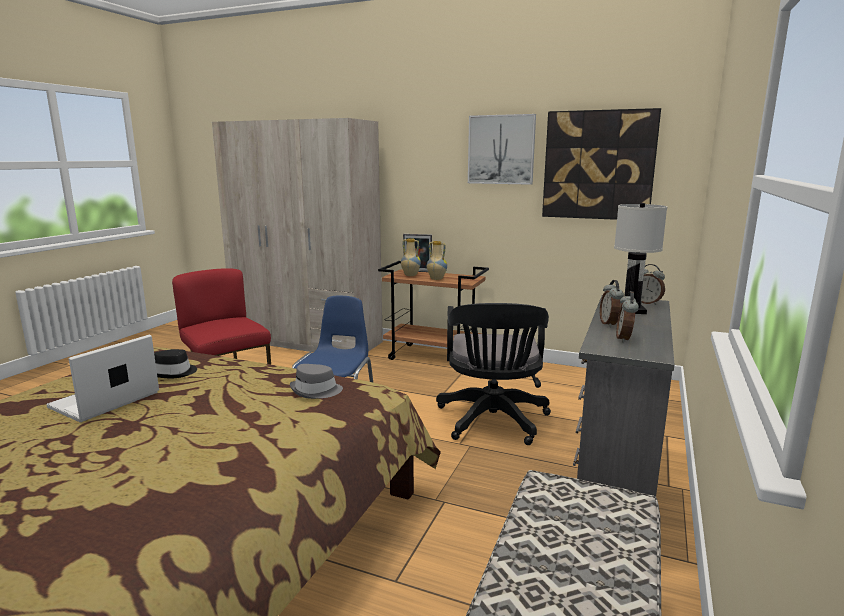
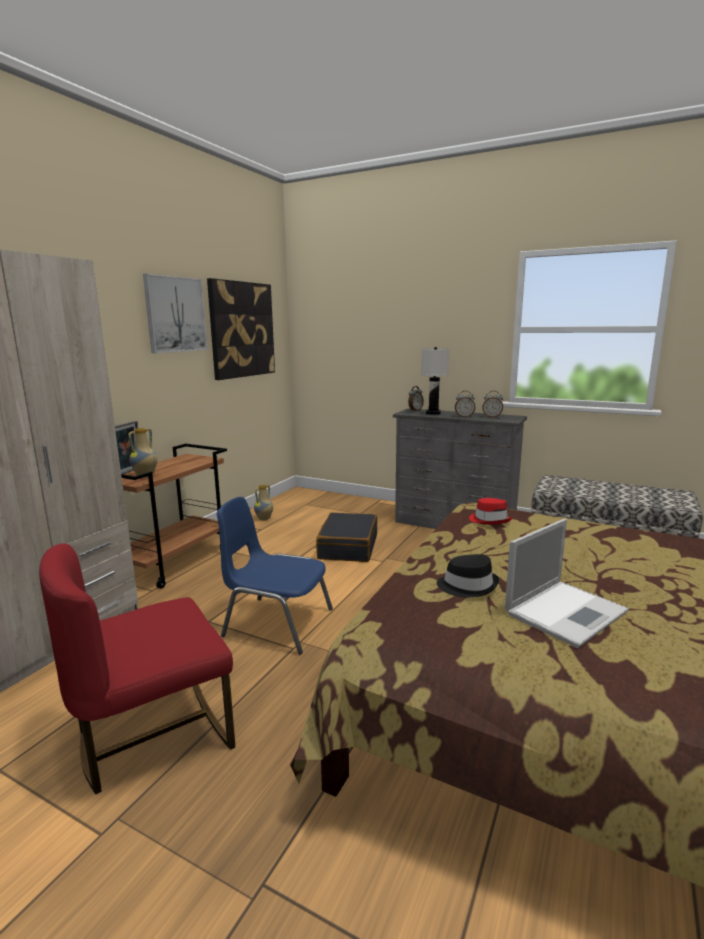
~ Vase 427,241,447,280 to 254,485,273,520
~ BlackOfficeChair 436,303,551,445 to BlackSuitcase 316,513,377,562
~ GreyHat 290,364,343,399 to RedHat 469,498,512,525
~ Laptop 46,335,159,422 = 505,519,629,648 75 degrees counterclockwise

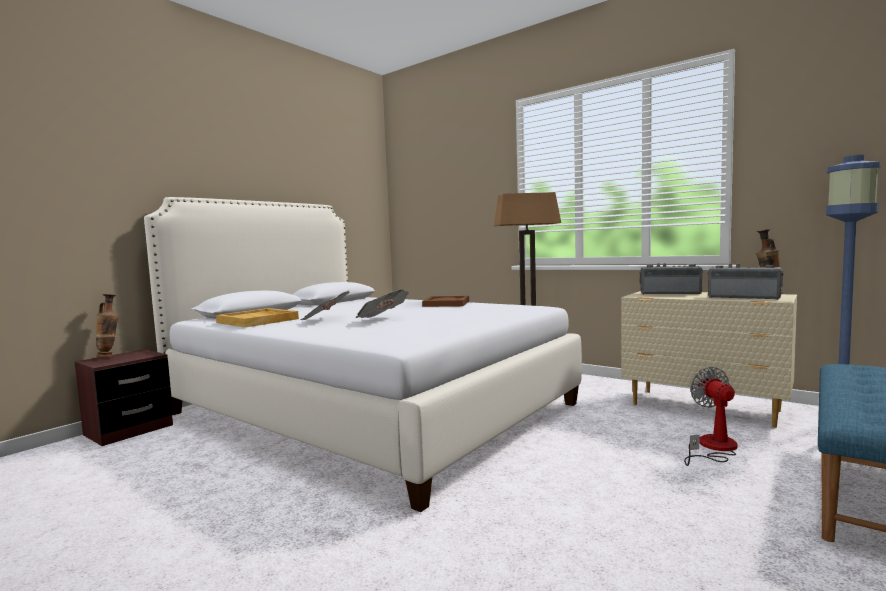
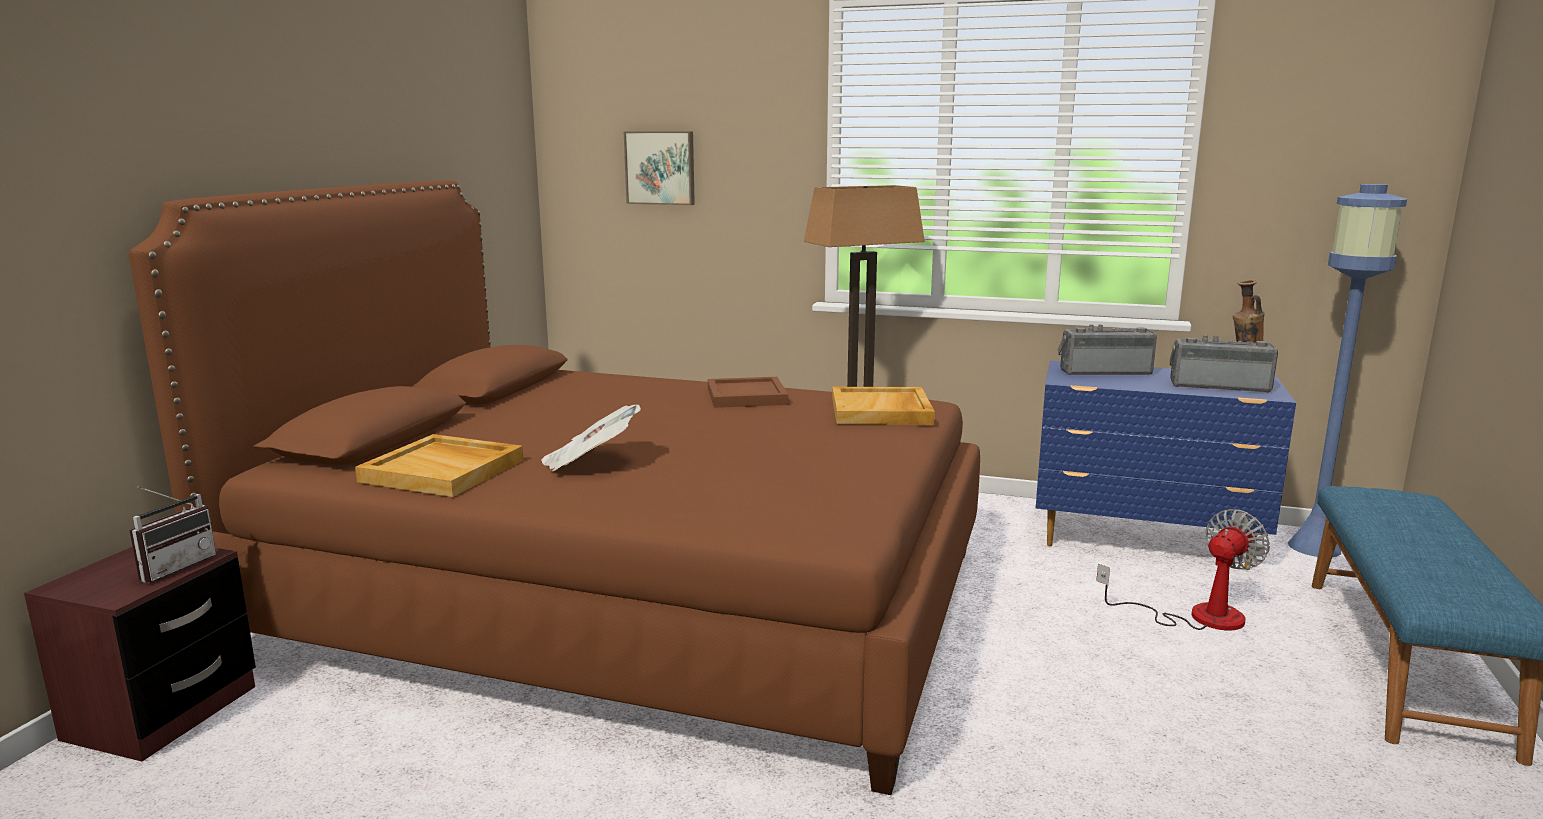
~ WhiteBed 144,197,582,512 to BrownBed 129,180,980,795
+ Radio 129,487,216,583
+ Picture 624,131,695,205
+ BeigeTray 832,387,935,425
~ BeigeDresser 621,291,797,428 to BlueDresser 1035,360,1296,570
~ Fan 684,367,738,466 = 1096,509,1270,631 75 degrees clockwise
- Vase 96,294,119,358
- Newspaper 355,289,409,318

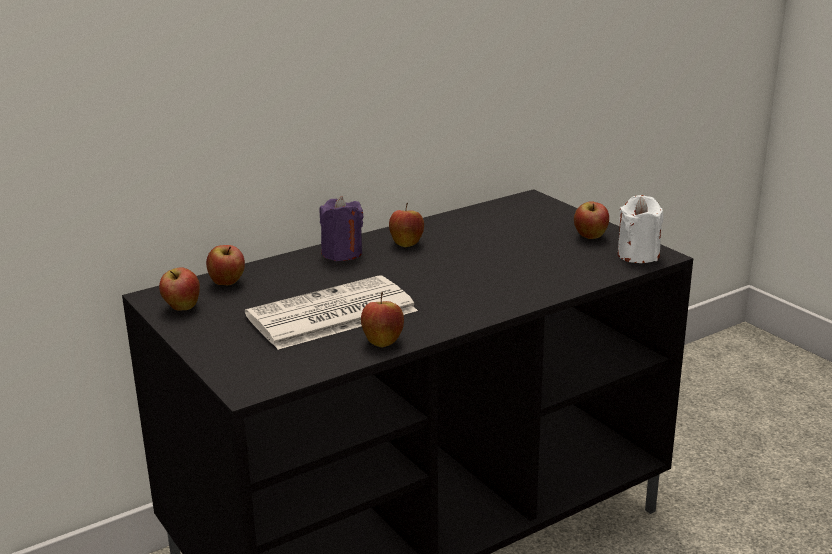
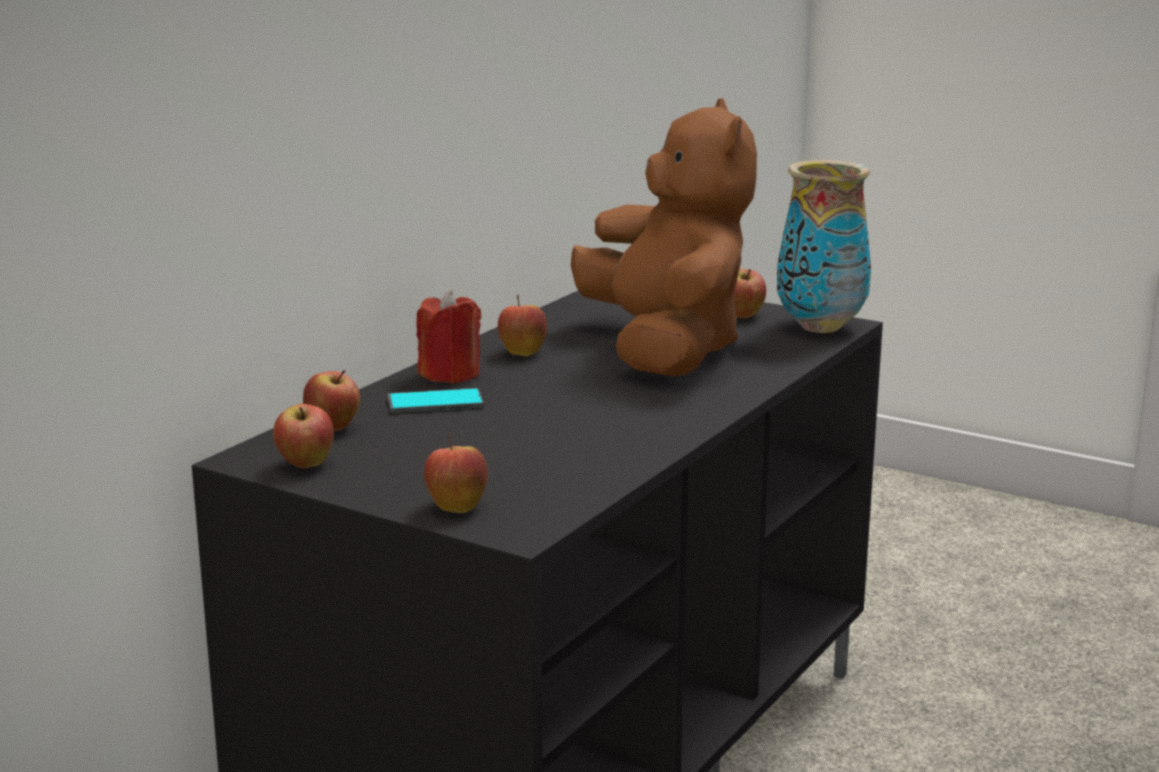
+ Phone 387,388,484,413
~ PurpleCandle 319,196,363,261 to RedCandle 416,290,481,383
~ Apple 361,292,404,347 to 424,433,488,513
+ BrownPlushToy 571,98,757,377
~ WhiteCandle 618,195,663,263 to Vase 777,160,871,333
- Newspaper 245,275,418,350

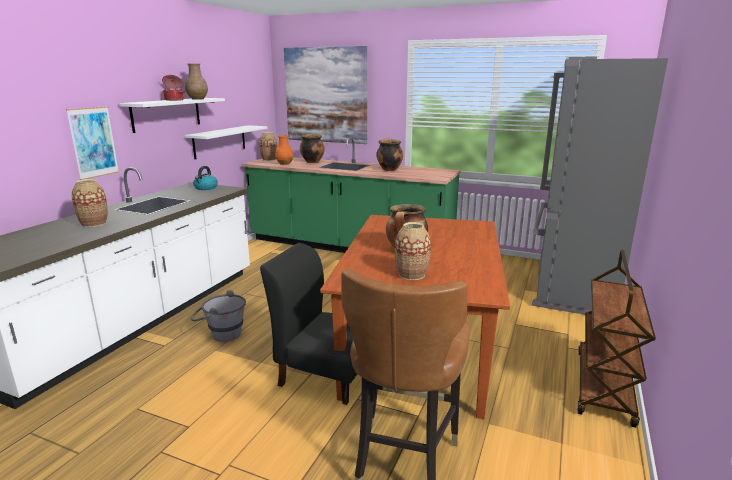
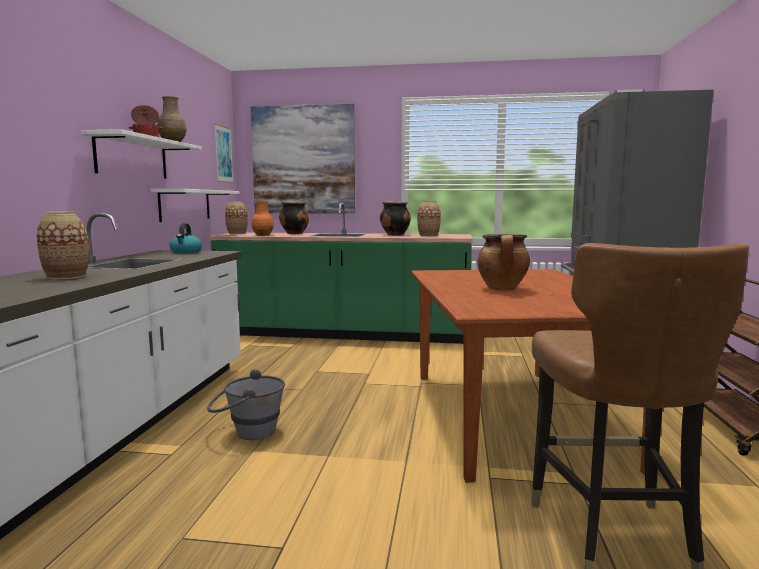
~ Picture 66,106,119,180 to 214,124,234,183
~ Vase 395,222,431,280 to 417,201,441,237
- BlackChair 260,243,357,405

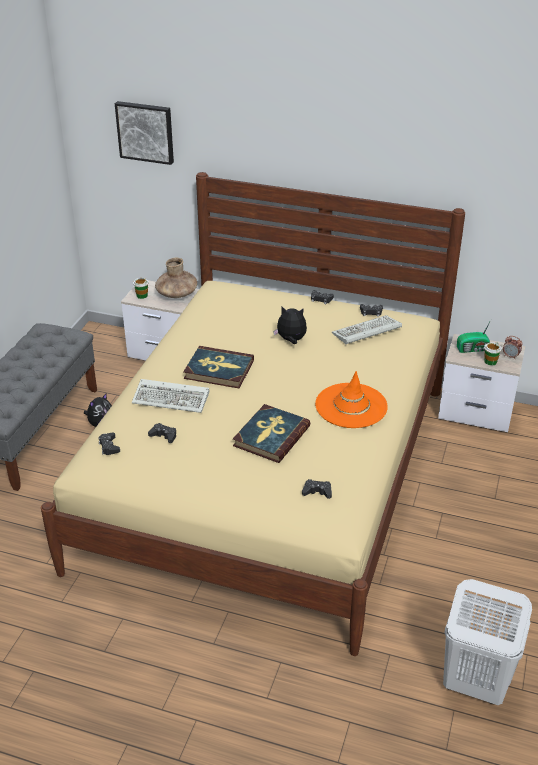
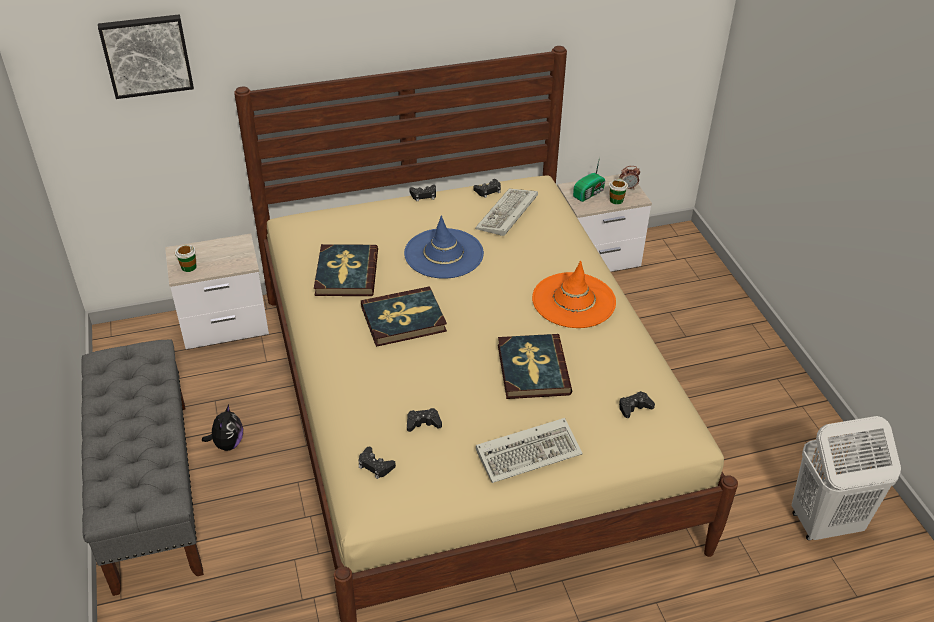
+ Book 314,244,378,296
~ PlushToy 273,306,307,344 to BlueHat 404,216,484,279
~ Keyboard 132,379,209,413 to 476,418,583,483
- BrownVase 155,258,197,298

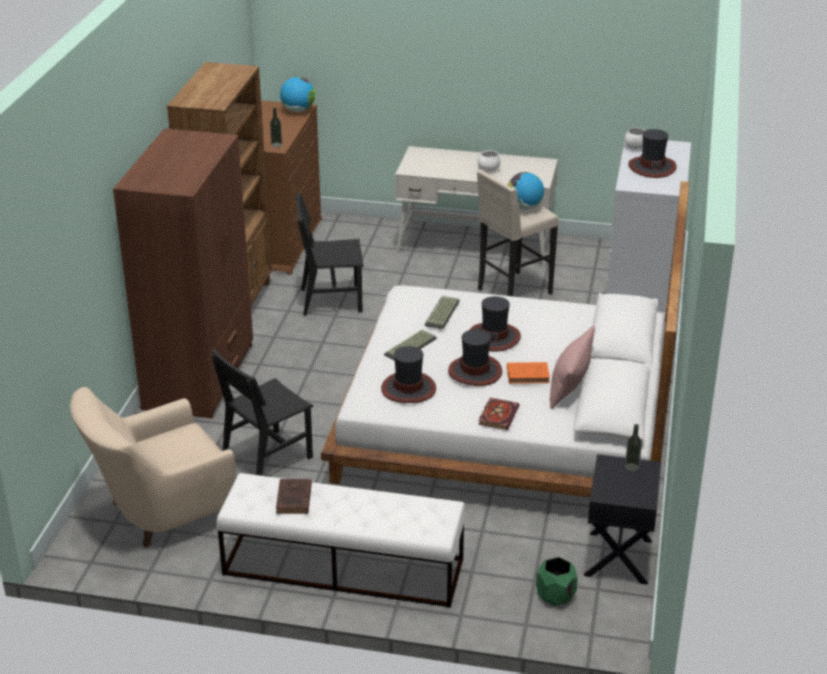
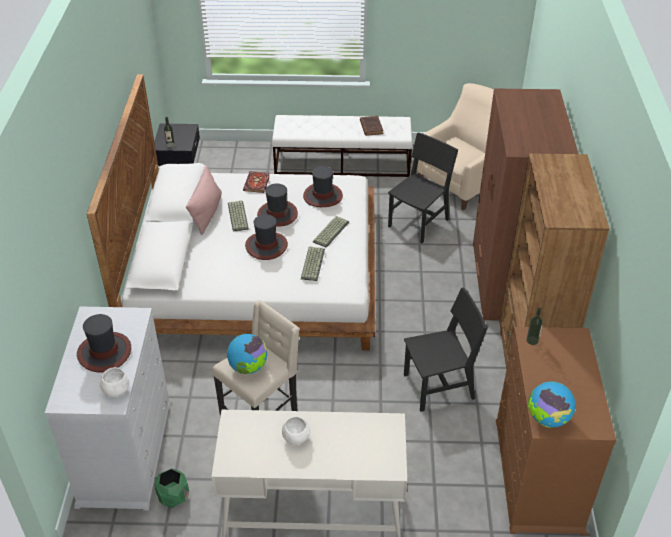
~ GreenPlanter 536,557,578,606 to 154,468,189,508
~ OrangeBook 507,362,550,384 to Keyboard 228,201,249,232

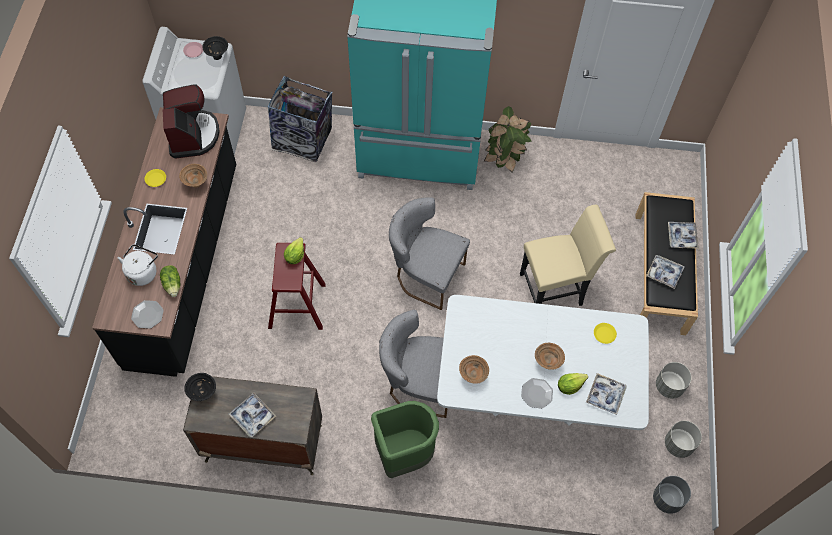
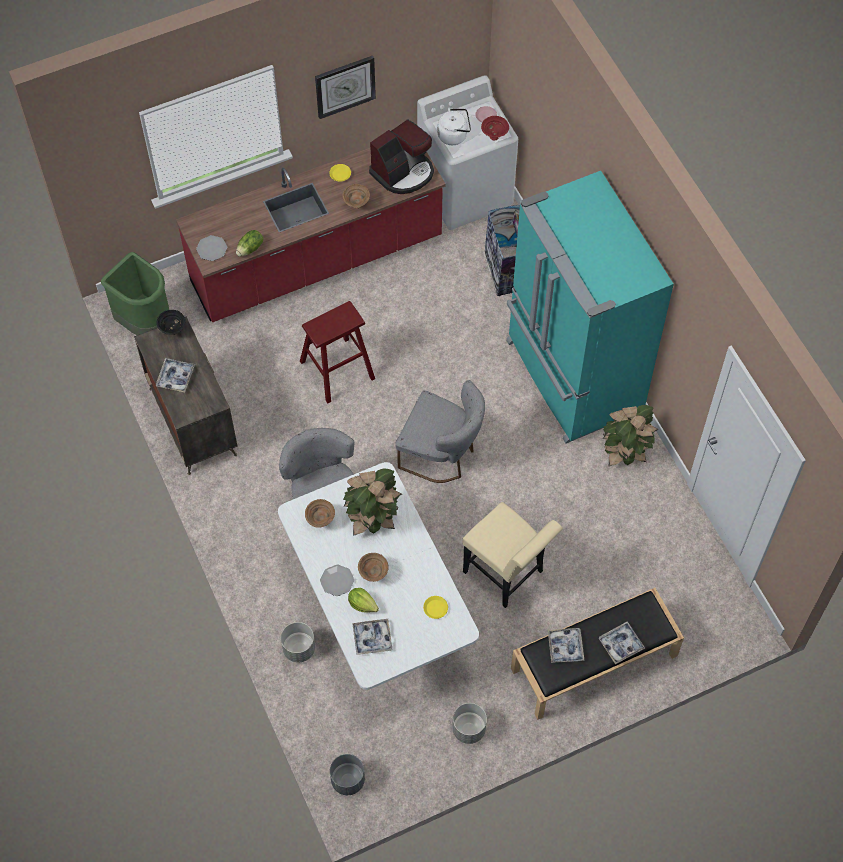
~ GreenTrashCan 371,401,439,478 to 101,252,169,335
~ BlackCounter 92,107,236,377 to RedCounter 176,148,446,322
~ GreyPlanter 665,421,702,458 to 281,622,315,663
+ WallClock 315,56,376,119
+ PottedPlant 343,469,402,536
~ GreyChair 389,197,470,310 = 395,380,485,483 120 degrees clockwise
~ WhiteKettle 118,244,158,286 to 438,108,471,145
~ BlackBowl 202,36,228,60 to RedBowl 481,116,509,141
- Lettuce 284,237,304,264

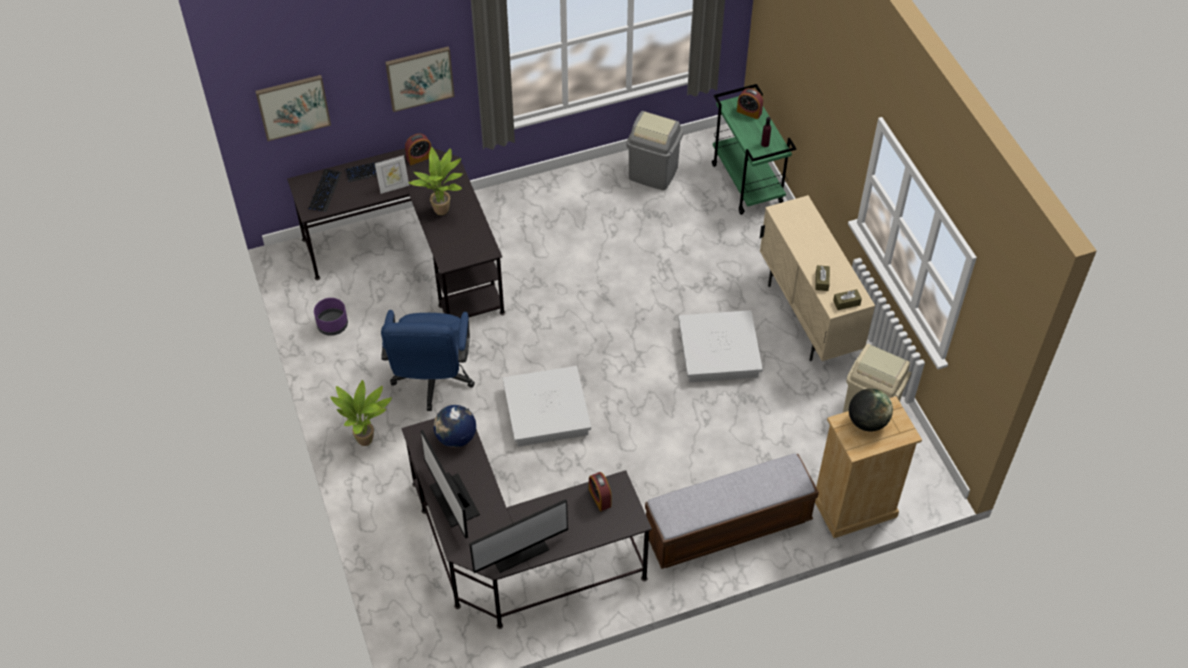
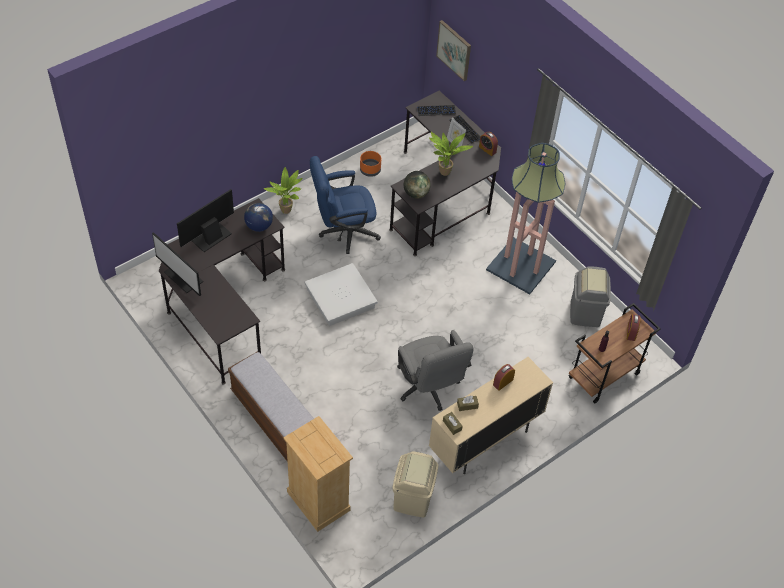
~ PurplePlanter 314,298,348,336 to OrangePlanter 360,151,381,177
~ WhiteStorageBox 678,310,763,382 to GreyOfficeChair 397,330,473,411
~ Globe 849,388,893,431 to 404,171,431,199
+ FloorLamp 486,143,566,294
~ AlarmClock 589,472,612,511 to 493,364,515,391
~ GreenCart 712,84,796,215 to BrownCart 568,303,661,404
- Picture 385,46,455,112

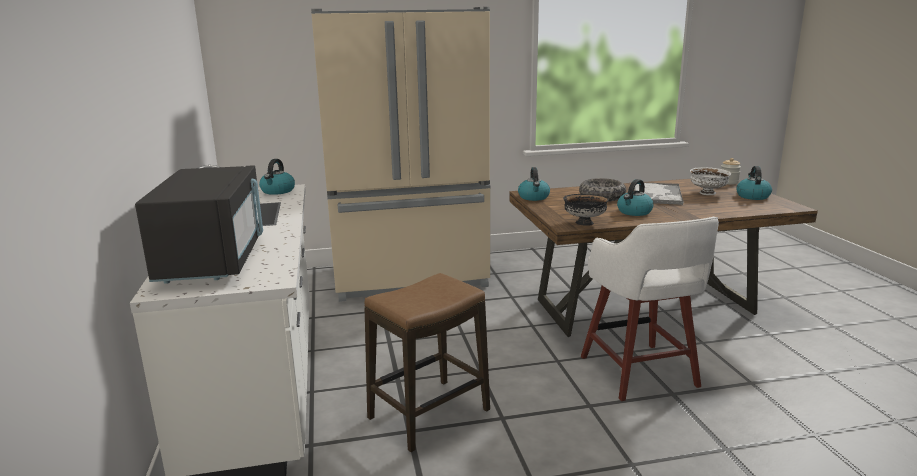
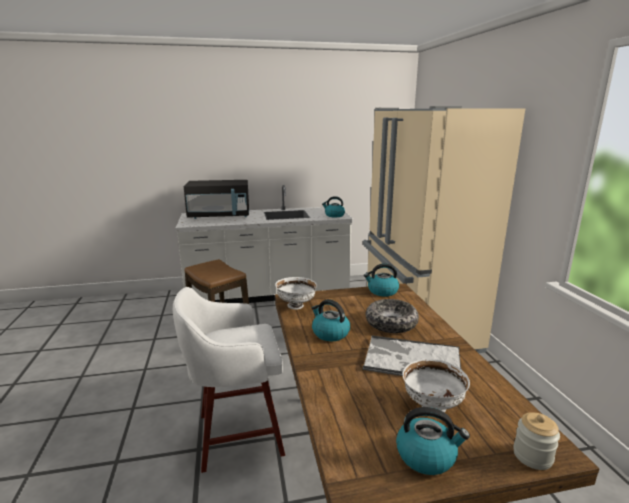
~ BlackBowl 563,194,609,226 to WhiteBowl 275,277,317,310

